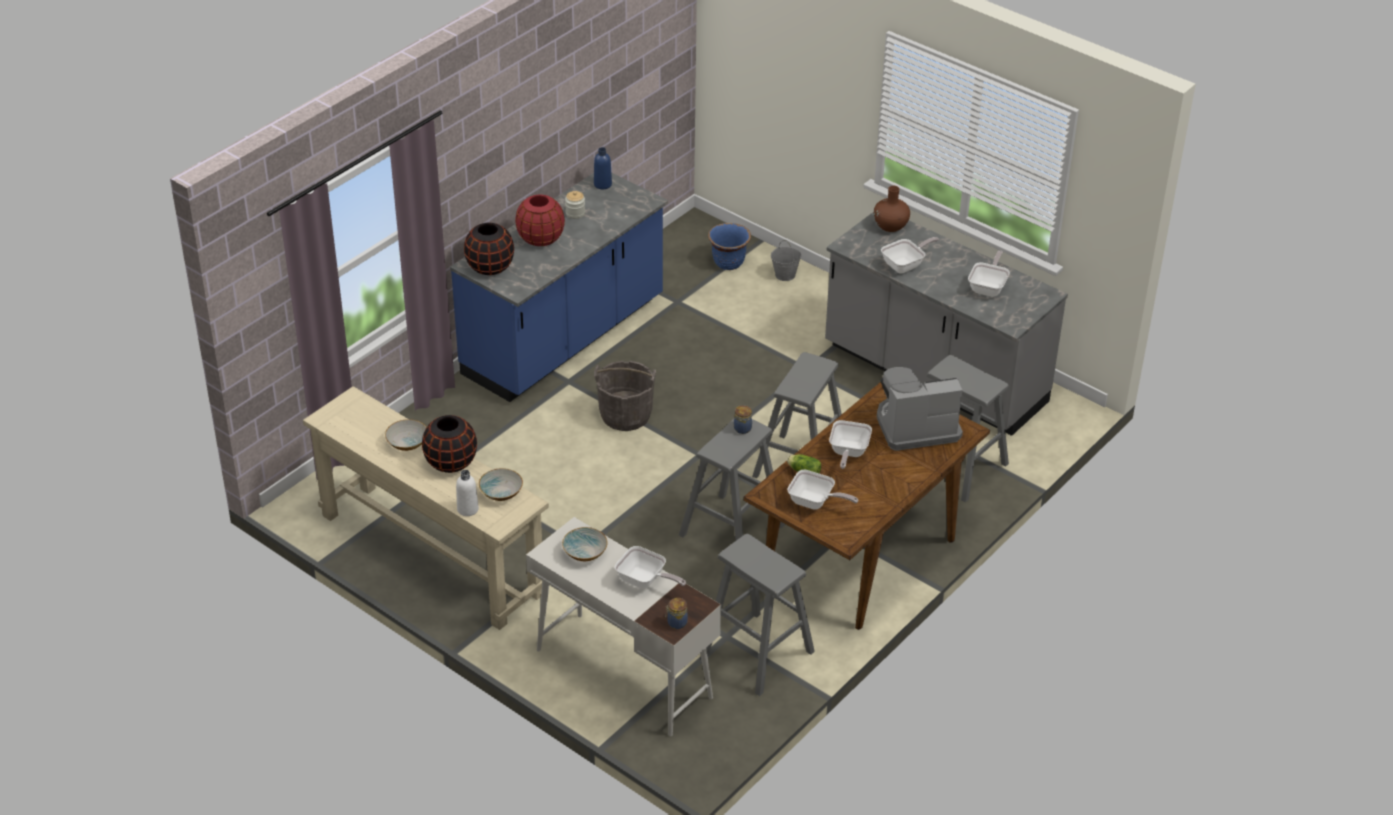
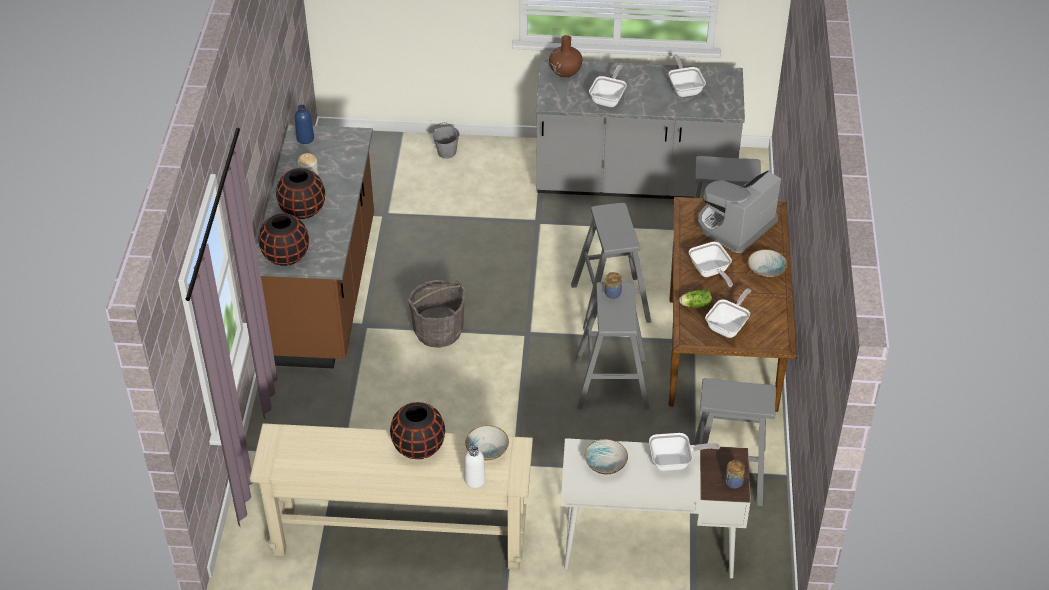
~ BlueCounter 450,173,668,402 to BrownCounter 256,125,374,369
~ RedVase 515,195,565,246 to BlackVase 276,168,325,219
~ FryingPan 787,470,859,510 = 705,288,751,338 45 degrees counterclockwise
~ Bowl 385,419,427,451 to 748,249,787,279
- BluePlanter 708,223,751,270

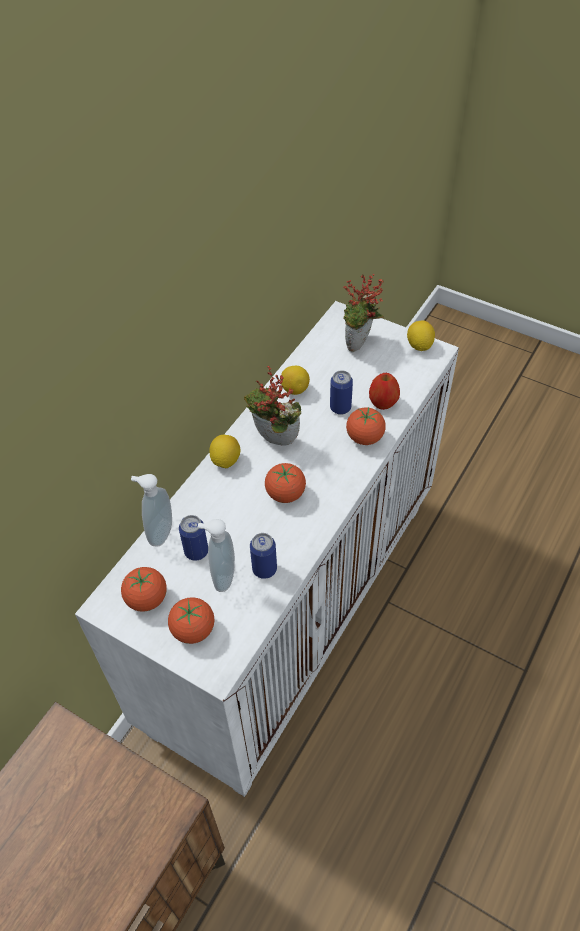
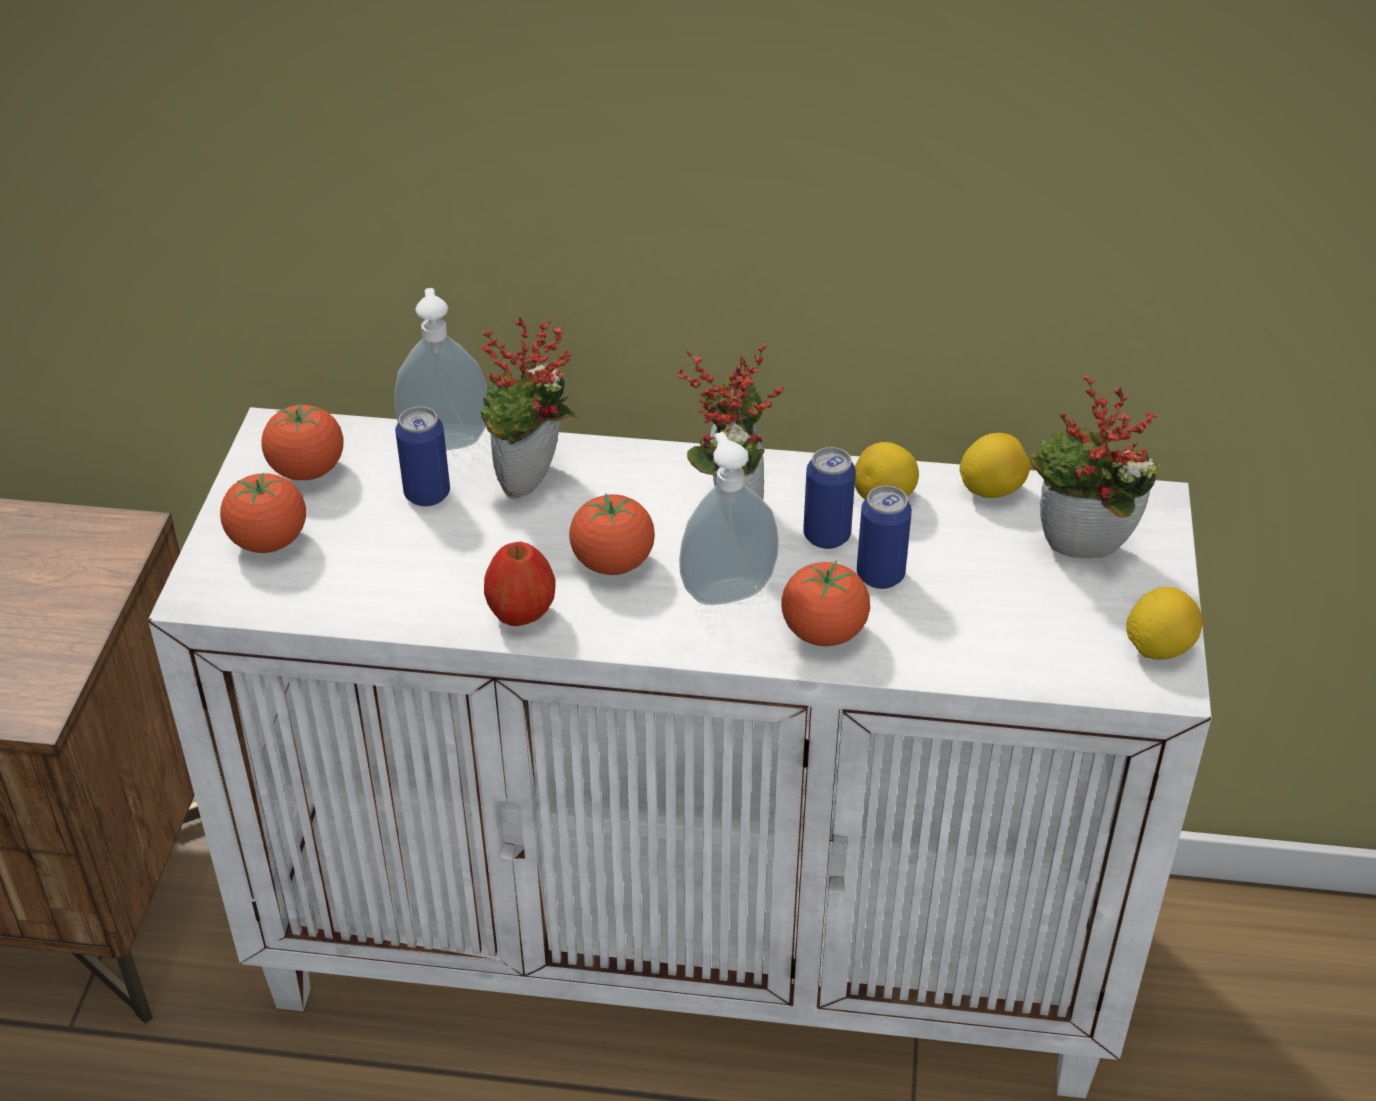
+ PottedPlant 480,316,578,499
~ Apple 369,373,400,410 to 484,542,555,626
~ SoapDispenser 198,519,235,592 to 679,432,779,605
~ Can 250,533,277,579 to 803,447,856,549
~ Lemon 209,435,241,468 to 959,433,1030,498

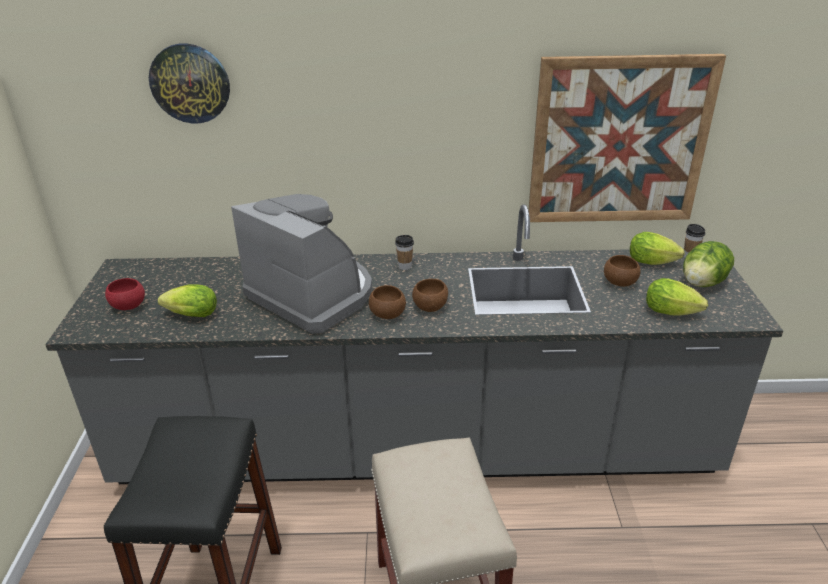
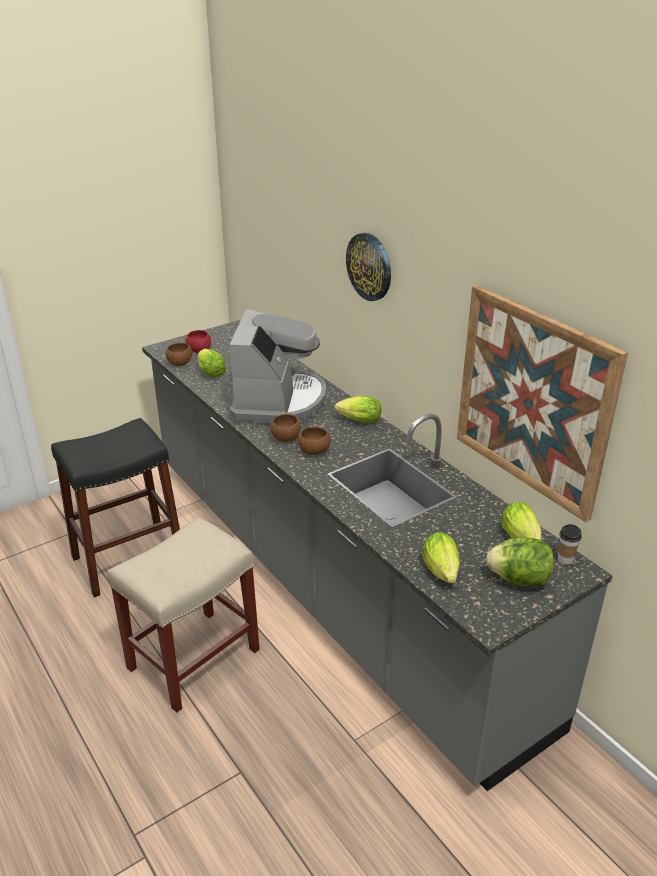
~ BrownBowl 604,255,641,287 to 166,343,192,366
~ Cup 395,235,414,270 to Lettuce 335,396,381,423
~ WallClock 149,43,230,123 to 346,233,391,301

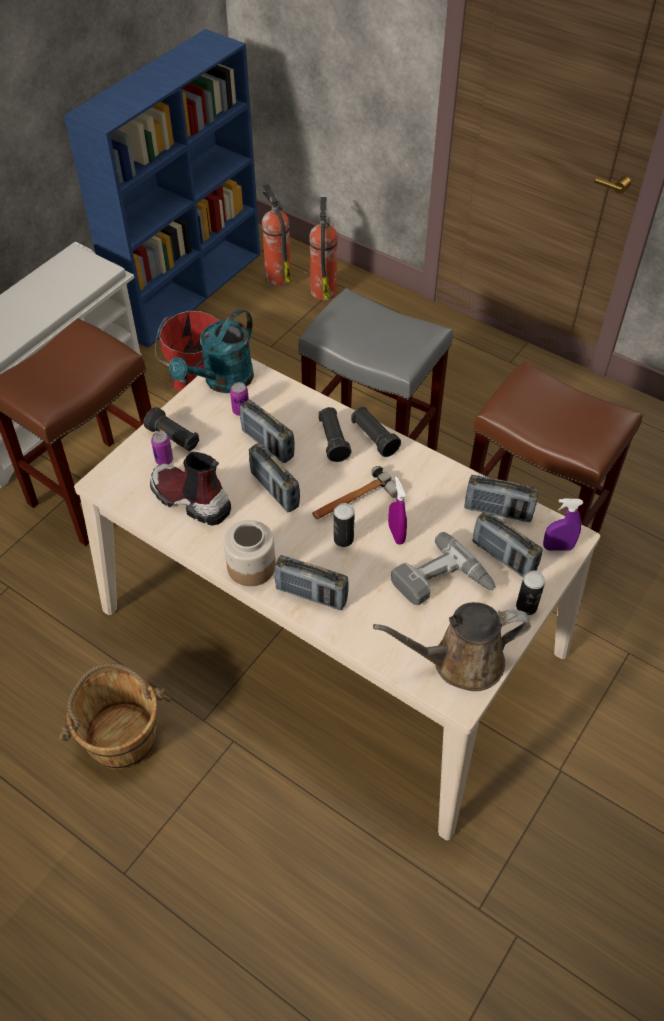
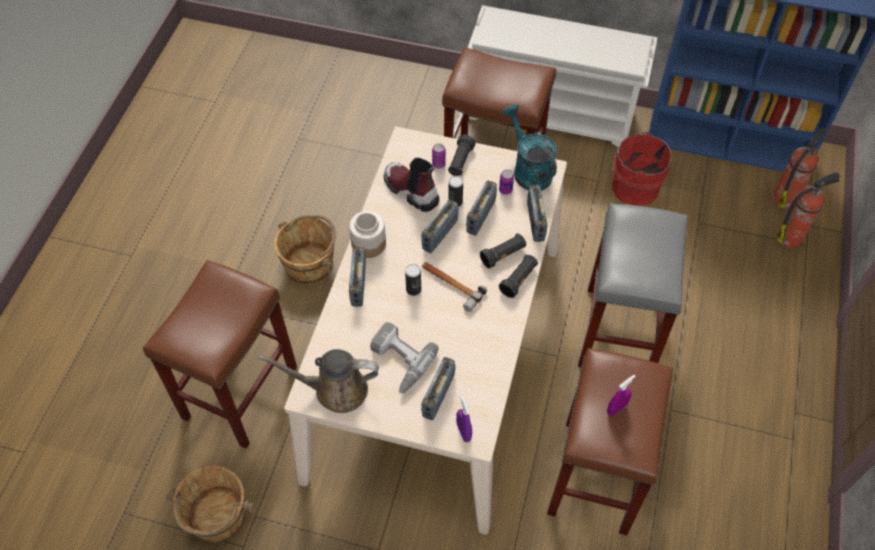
+ BrownStool 143,260,297,448
+ BrownBucket 166,465,255,543
~ BrownWateringCan 373,602,531,691 = 258,349,379,413 60 degrees counterclockwise
~ Boot 150,452,231,526 = 383,158,439,212 60 degrees counterclockwise
~ Can 516,571,545,615 to 448,176,463,207
~ TurquoiseWateringCan 169,309,254,393 = 503,105,557,191 45 degrees clockwise
~ Radio 464,475,539,522 to 527,185,548,242
~ PurpleSprayBottle 388,477,407,545 to 607,375,636,416

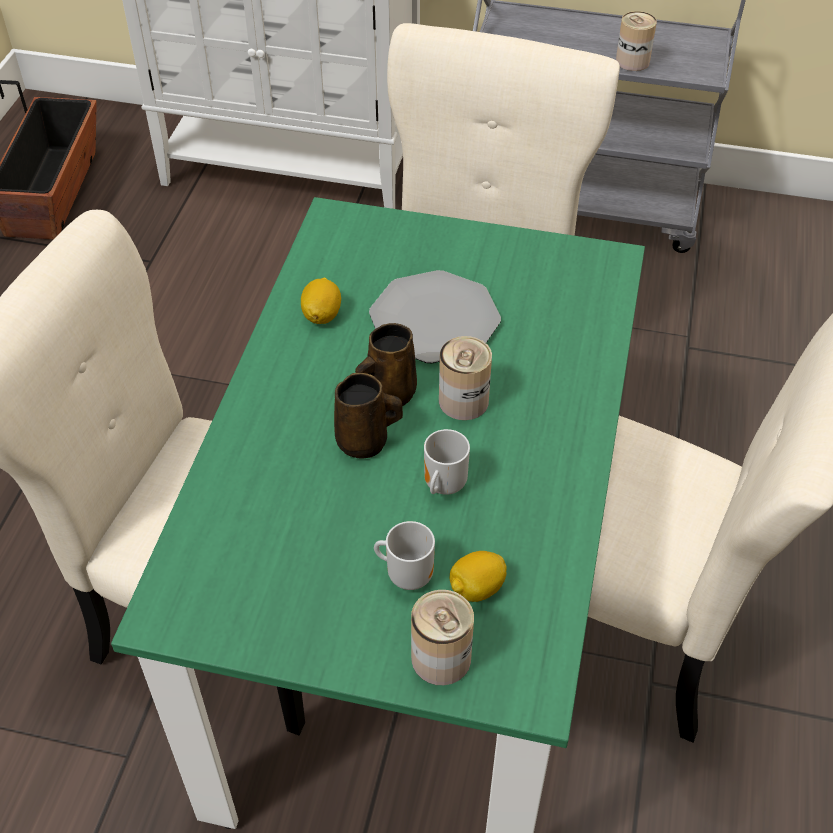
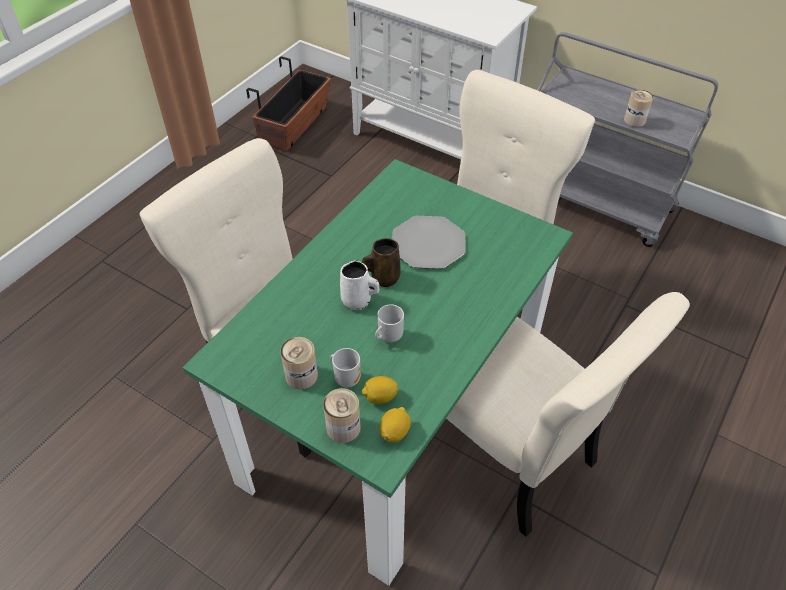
~ Can 439,336,492,420 to 281,337,318,390
~ BrownMug 334,373,403,458 to WhiteMug 340,260,379,310
~ Lemon 301,277,341,324 to 379,407,411,443

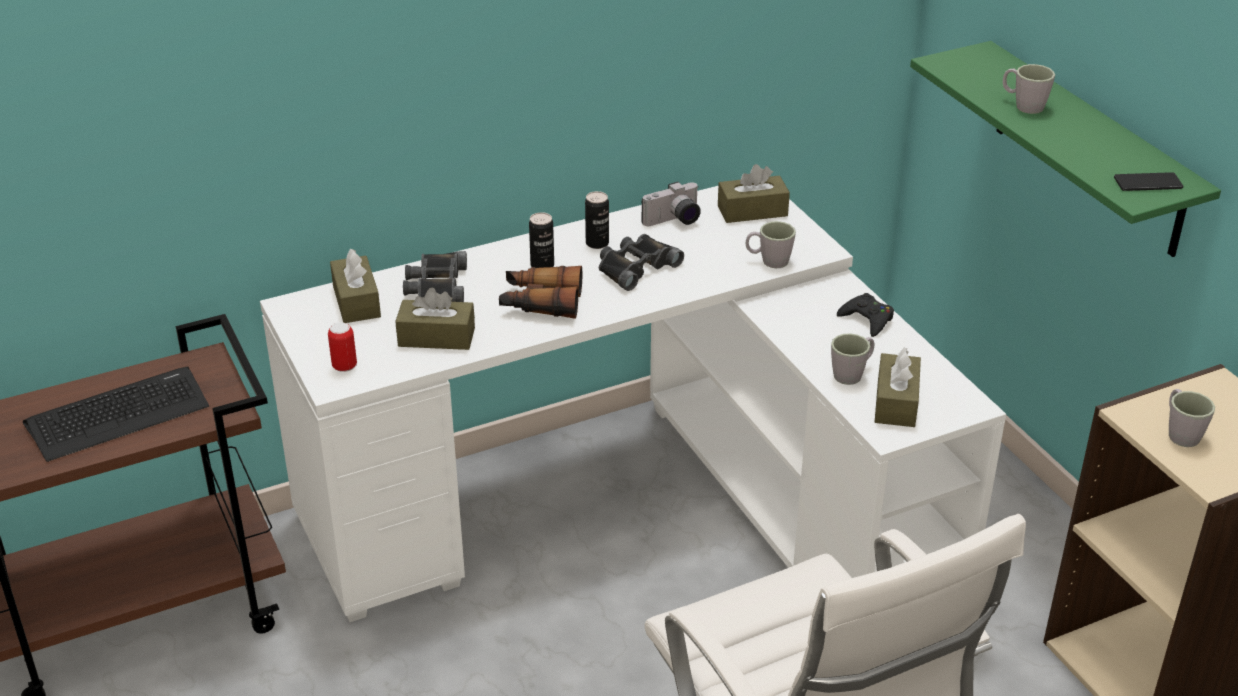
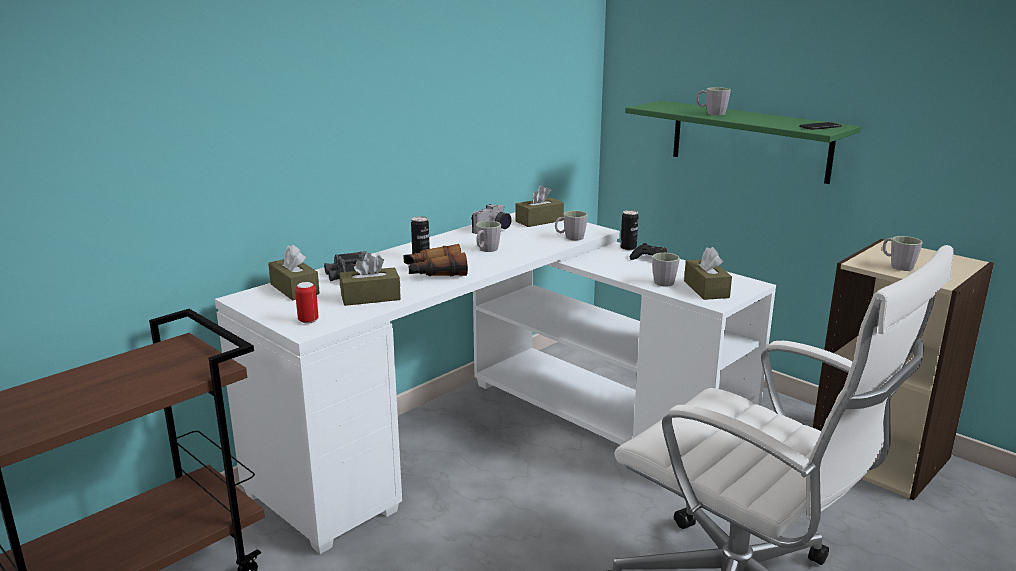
~ BlackBinoculars 599,234,684,291 to GreyMug 476,221,501,252
~ Can 585,191,609,249 to 621,210,638,250
- Keyboard 23,366,209,462

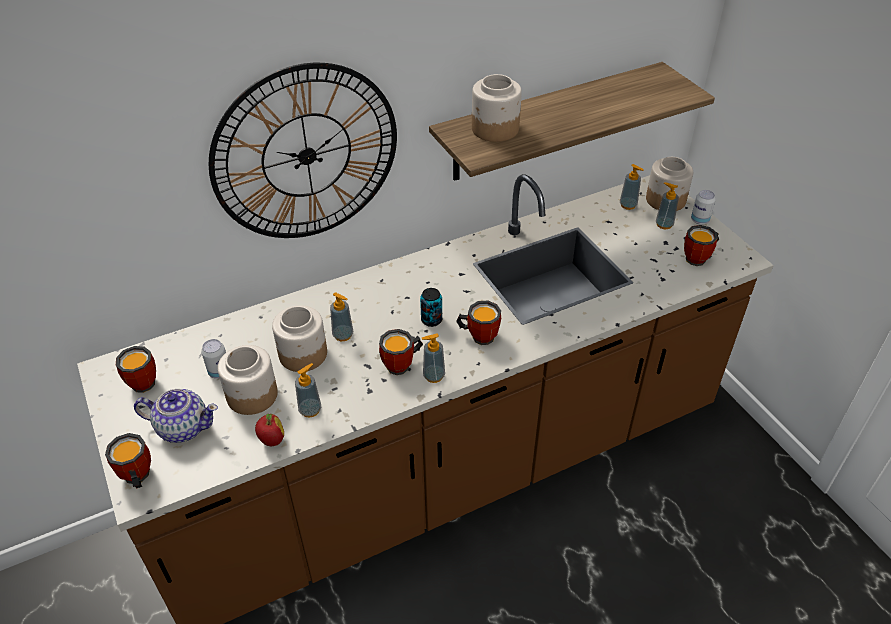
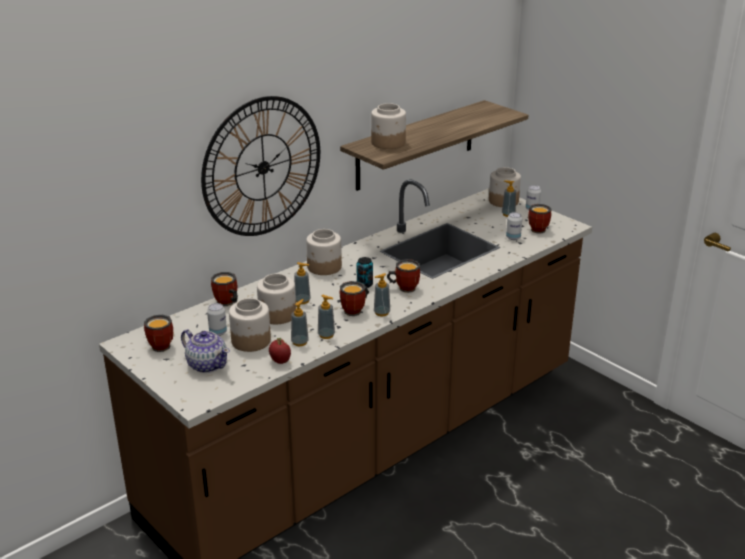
~ Teapot 134,389,218,443 = 181,329,230,373 45 degrees clockwise
~ Mug 105,433,151,489 to 211,272,238,306
+ Jar 306,229,342,275
~ SoapDispenser 620,164,644,210 to 318,295,335,339
+ Can 506,212,522,240

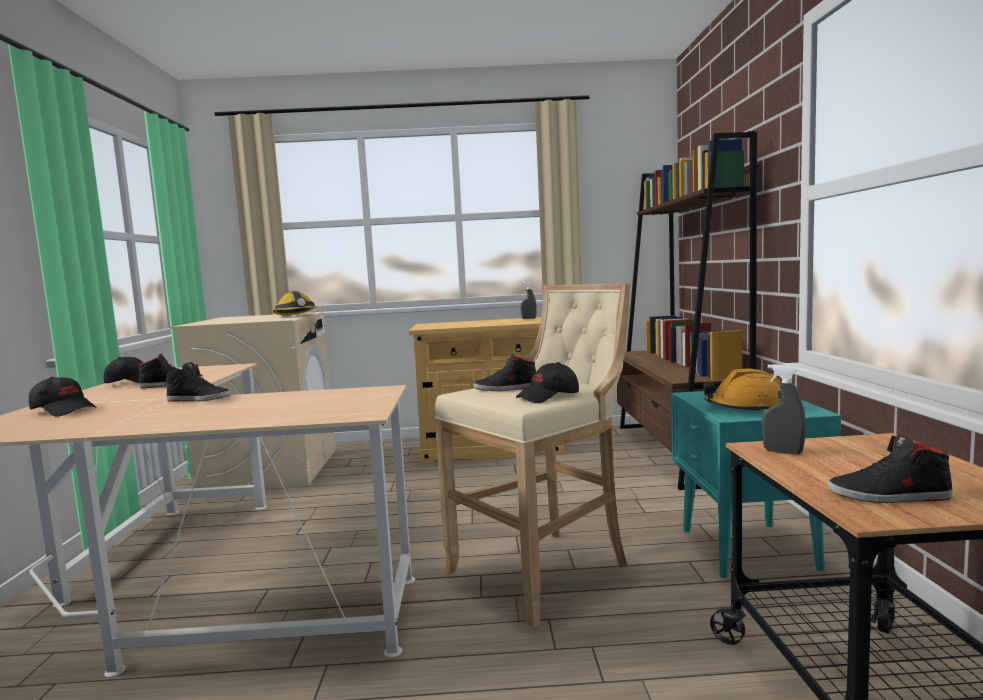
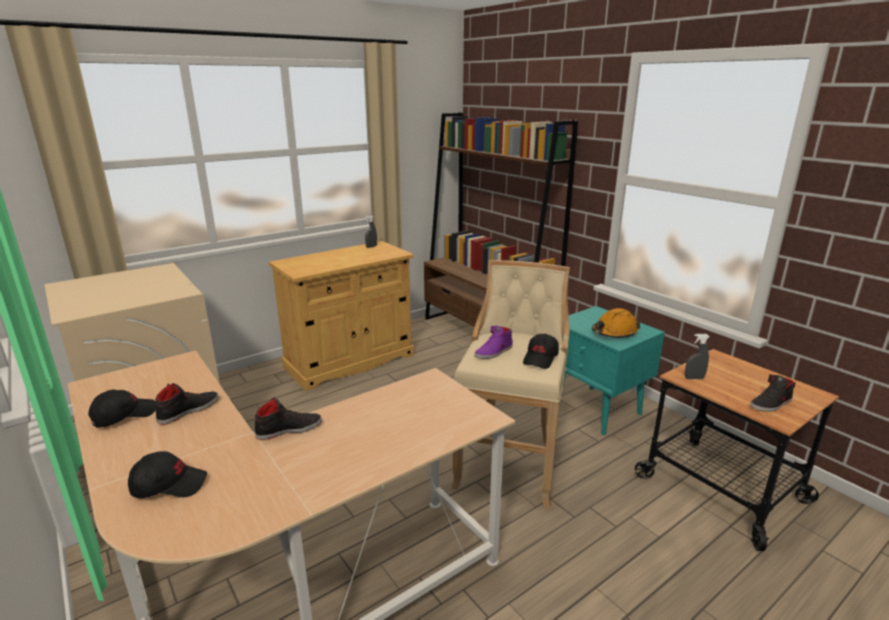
~ BlackShoe 473,353,536,391 to PurpleShoe 475,326,513,359
- HardHat 273,291,318,315

